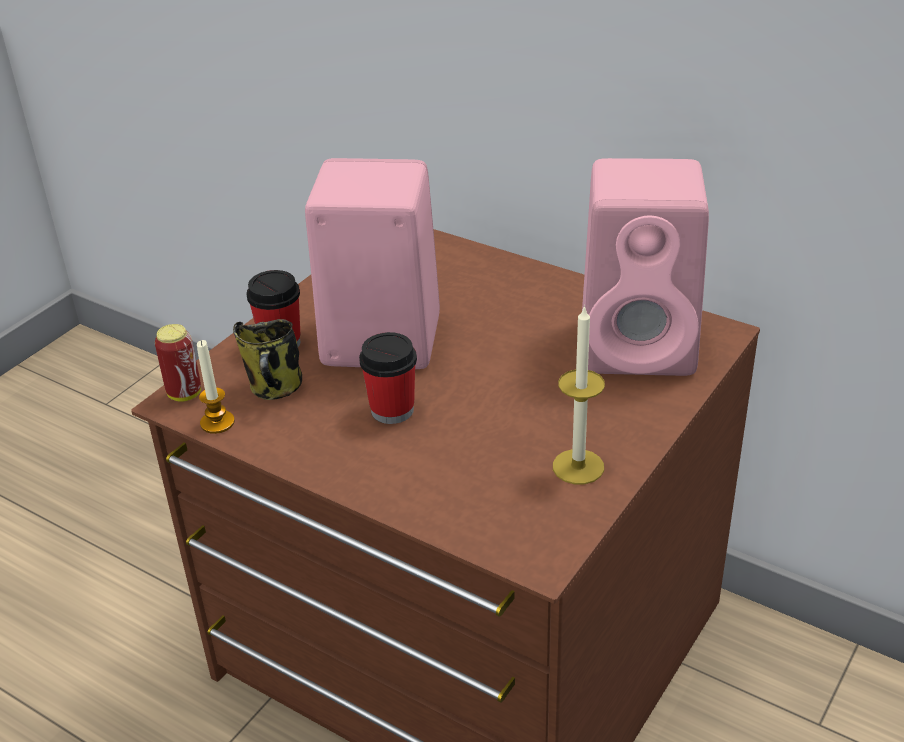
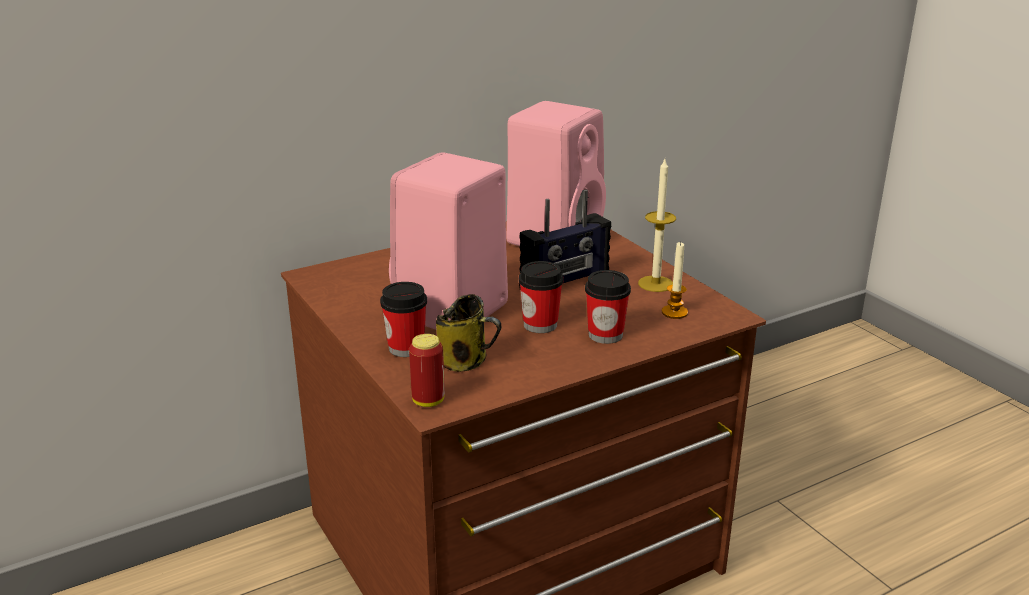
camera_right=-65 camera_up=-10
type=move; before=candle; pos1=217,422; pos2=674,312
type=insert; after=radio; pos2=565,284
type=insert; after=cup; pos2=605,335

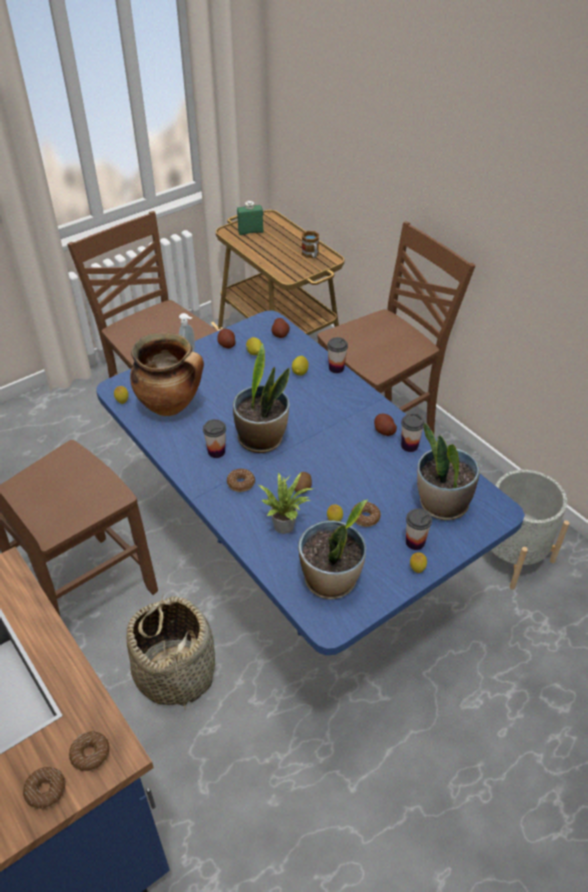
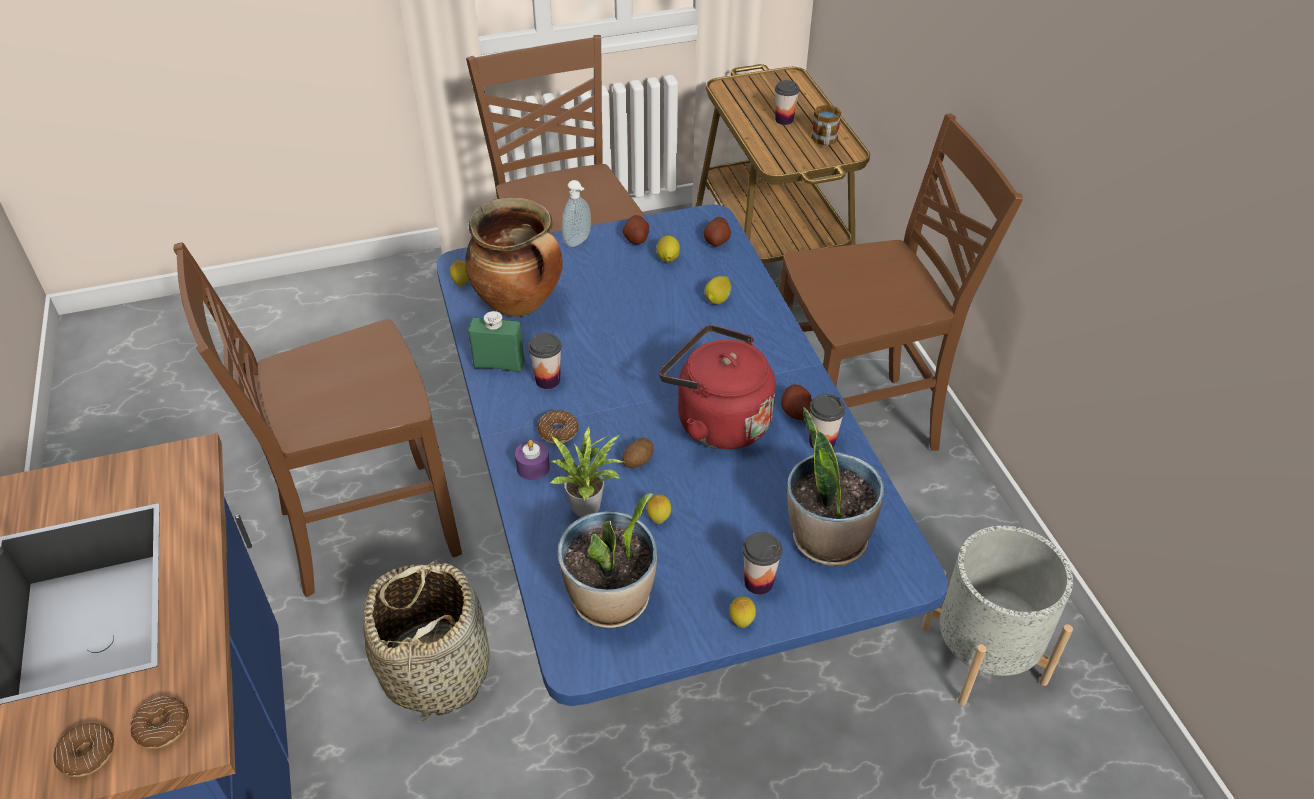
camera_right=20 camera_up=0
type=delete; before=potted plant; pos1=261,439
type=move; before=bottle/green; pos1=250,232; pos2=499,364
type=move; before=cup; pos1=336,368; pos2=784,120
type=delete; before=donut; pos1=365,517
type=insert; after=candle/purple; pos2=533,467
type=insert; after=kettle/red; pos2=717,421

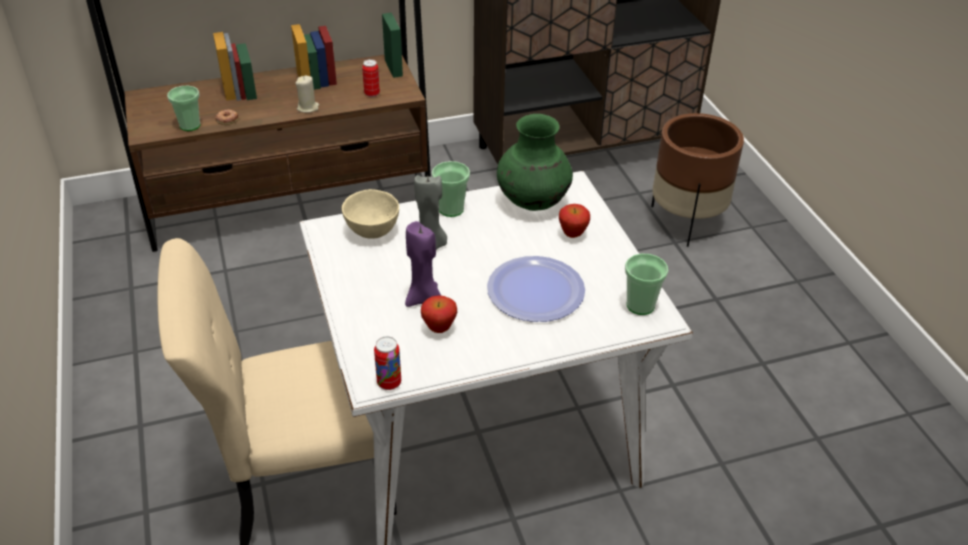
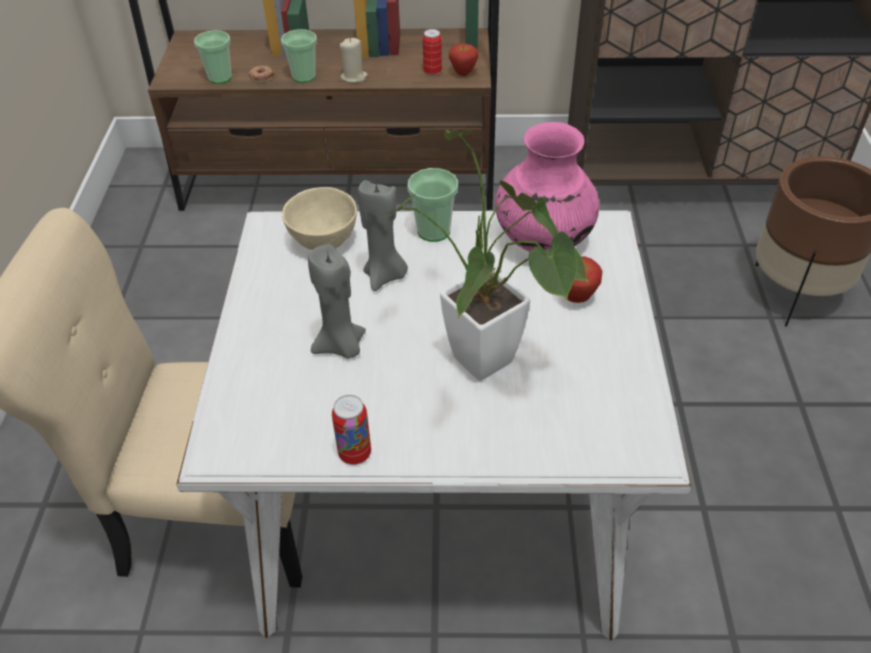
camera_right=20 camera_up=5
type=move; before=can; pos1=389,383; pos2=355,453
type=recolor; before=candle/purple; after=candle/grey; pos1=424,299; pos2=341,347
type=move; before=apple; pos1=439,329; pos2=463,73
type=replace; before=plate; after=potted plant; pos1=535,291; pos2=491,369
type=recolor; before=vase/green; after=vase/pink; pos1=532,202; pos2=542,241
type=move; before=cup; pos1=640,305; pos2=304,76

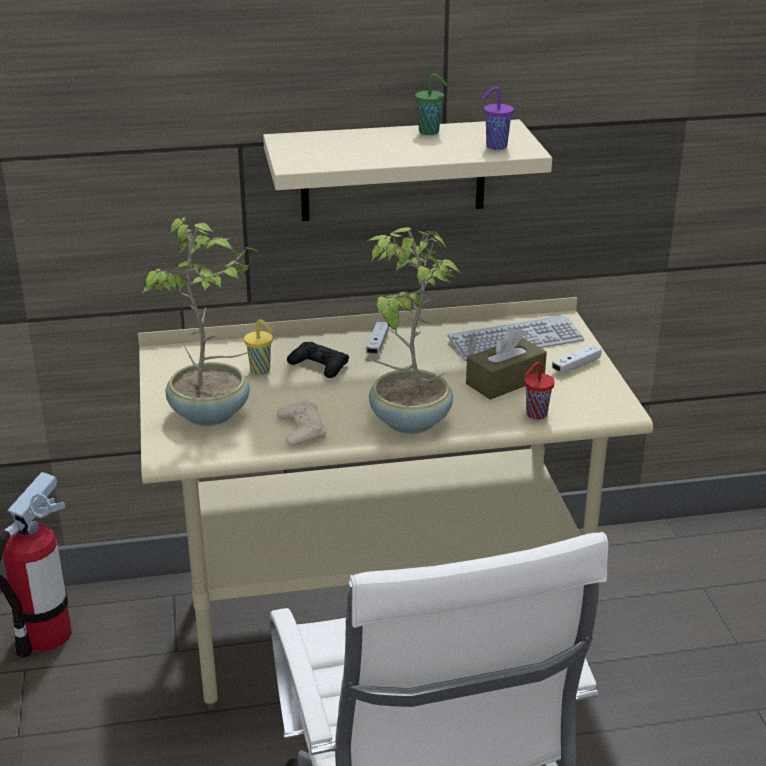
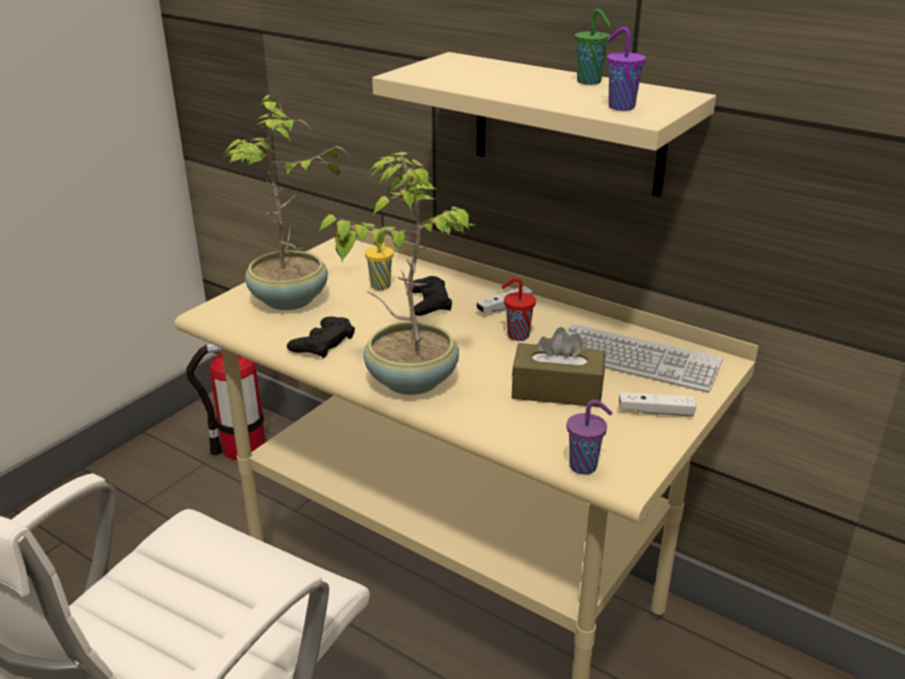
camera_right=45 camera_up=0
type=recolor; before=game controller/beige; after=game controller/black; pos1=301,429; pos2=322,343
type=move; before=cup/red; pos1=535,415; pos2=516,335
type=insert; after=cup/purple; pos2=585,466

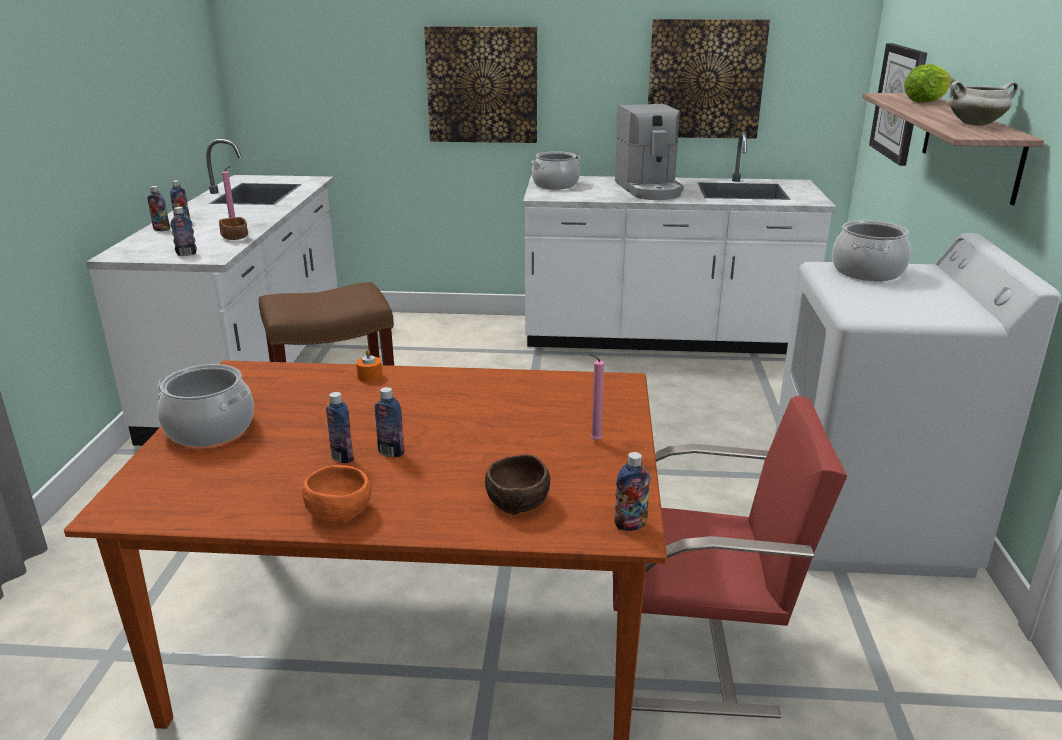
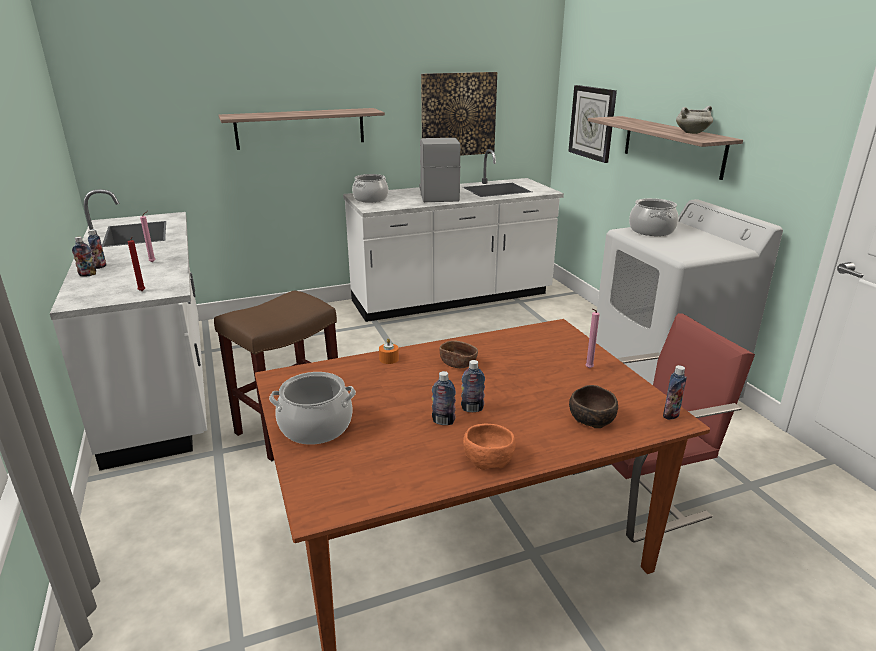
camera_right=-25 camera_up=0
type=replace; before=bottle; after=candle/red; pos1=186,254; pos2=142,291
type=move; before=bowl/brown; pos1=235,237; pos2=458,363
type=replace; before=picture; after=shelf; pos1=482,85; pos2=300,128
type=rotate; before=coffee machine; pos1=649,189; pos2=438,195; turn=-150
type=delete; before=lettuce; pos1=924,101

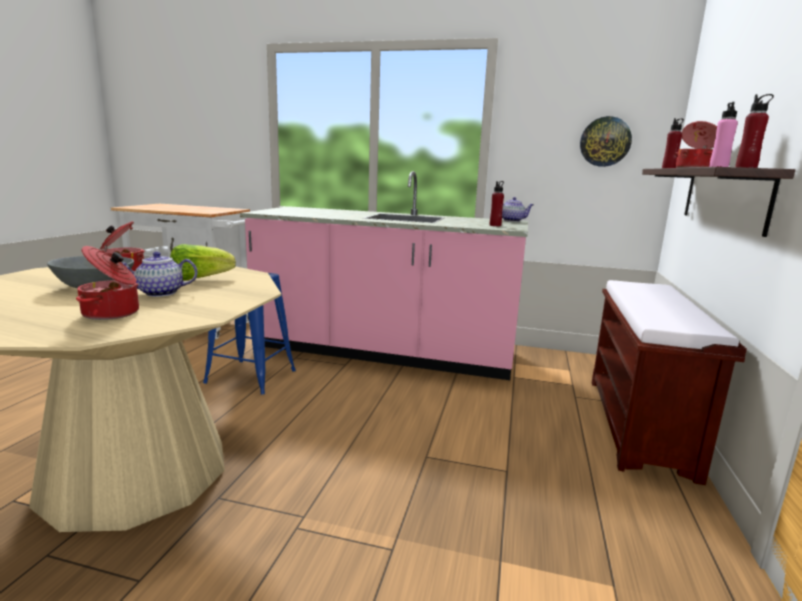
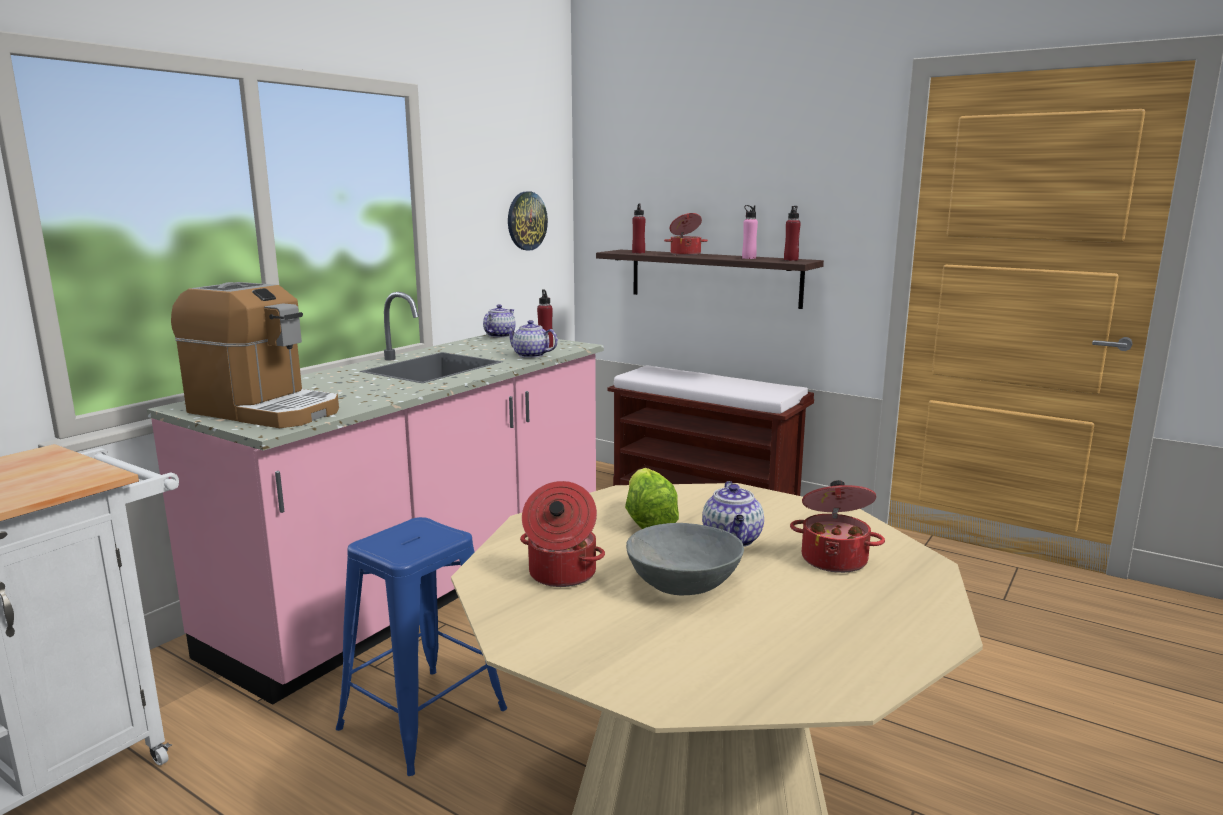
camera_right=-70 camera_up=0
type=insert; after=coffee machine; pos2=264,410
type=insert; after=teapot; pos2=531,355

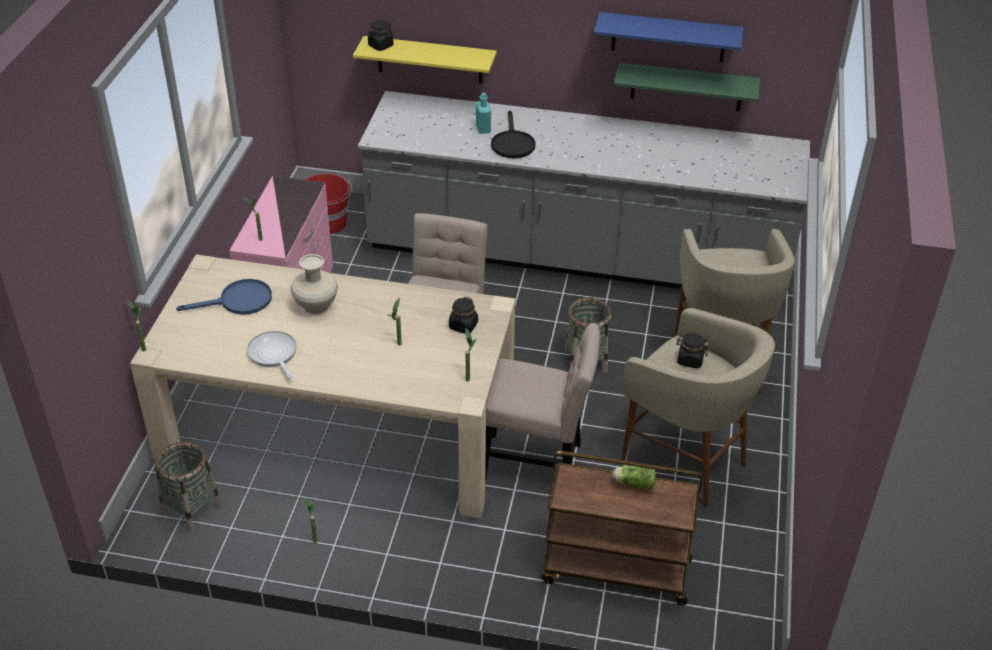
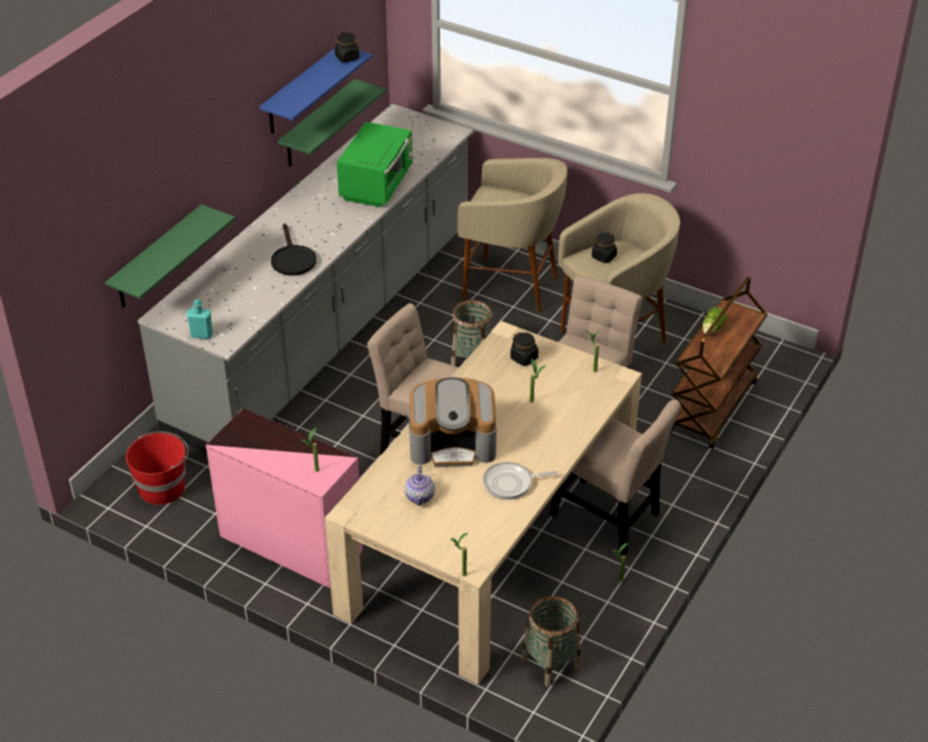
camera_right=-70 camera_up=0
type=replace; before=frying pan/blue; after=teapot; pos1=238,301; pos2=420,496
type=replace; before=vase/beige; after=coffee machine; pos1=316,306; pos2=453,443
type=recolor; before=shelf/yellow; after=shelf/green; pos1=430,60; pos2=157,258
type=move; before=jar/black; pos1=380,46; pos2=347,58
type=move; before=bottle/turquoise; pos1=483,129; pos2=202,335
type=rotate; before=frying pan/black; pos1=512,143; pos2=292,259; turn=60
type=insert; after=microwave/green; pos2=377,185
type=insert; after=chair/beige; pos2=609,518

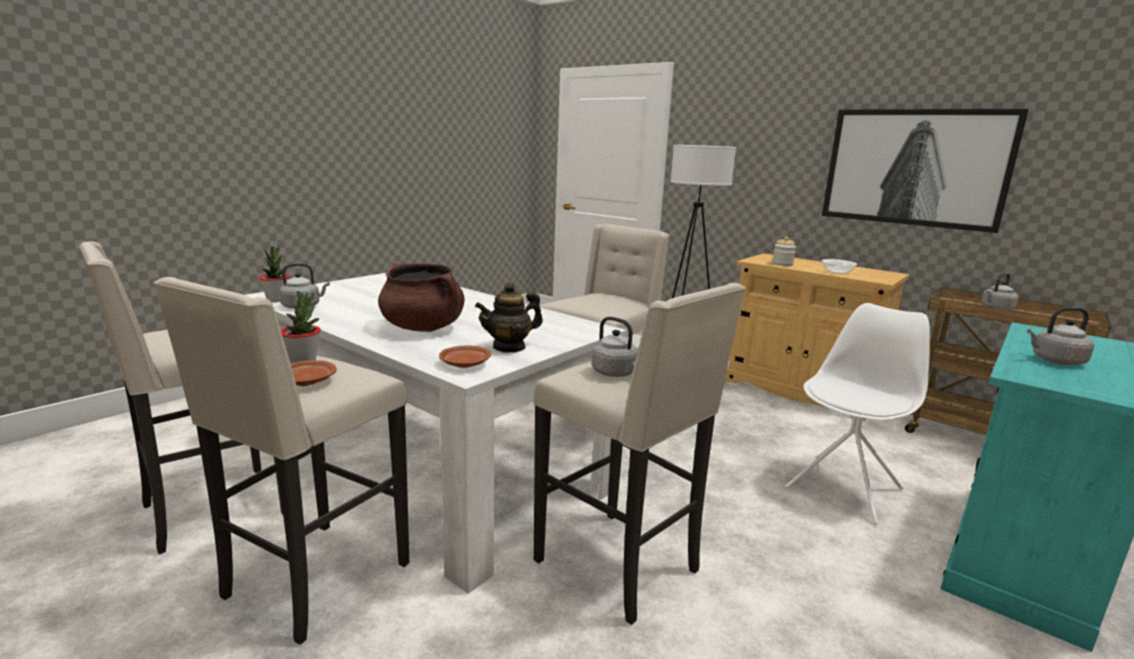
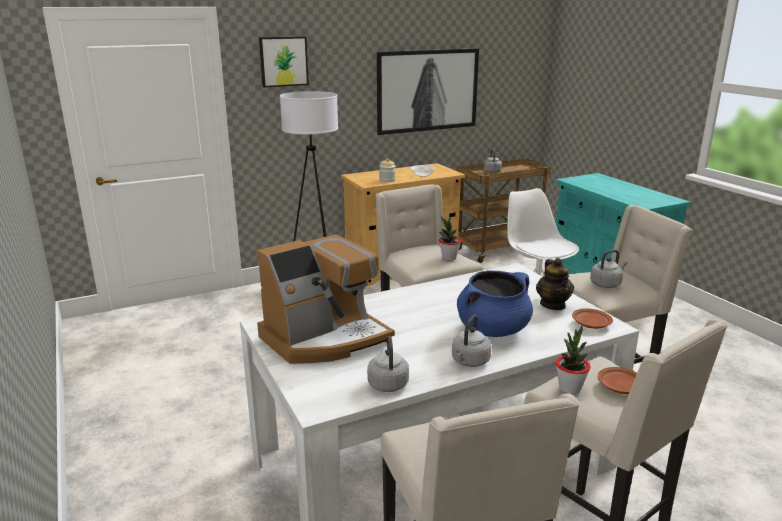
camera_right=-65 camera_up=5
type=move; before=potted plant; pos1=276,300; pos2=449,258
type=recolor; before=cooking pot/brown; after=cooking pot/blue; pos1=423,328; pos2=493,329
type=move; before=kettle/grey; pos1=1055,361; pos2=469,362
type=insert; after=coffee machine; pos2=325,338
type=insert; after=picture; pos2=283,61

